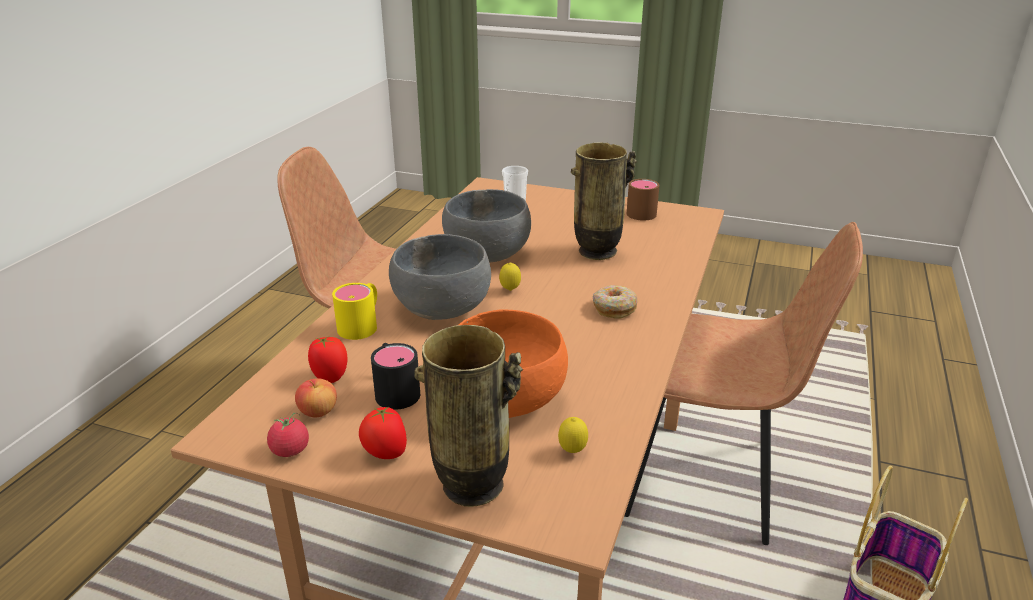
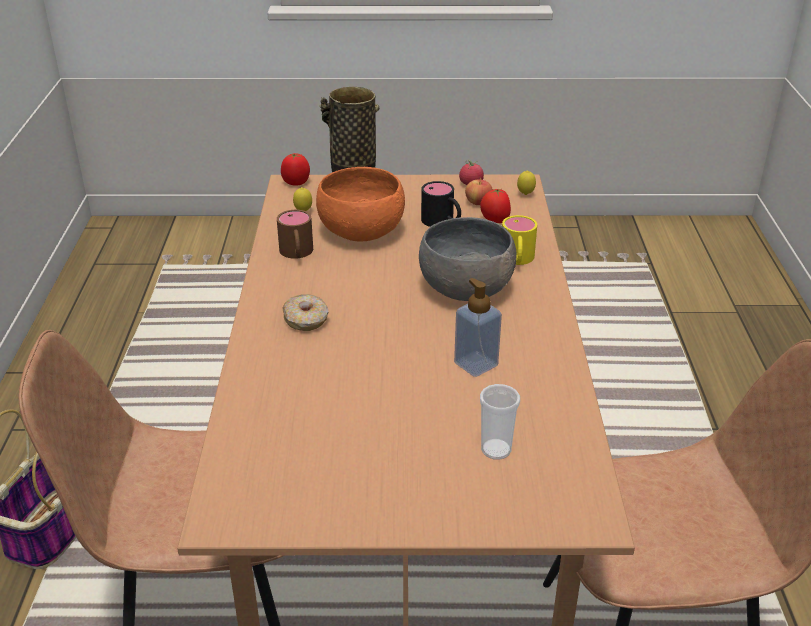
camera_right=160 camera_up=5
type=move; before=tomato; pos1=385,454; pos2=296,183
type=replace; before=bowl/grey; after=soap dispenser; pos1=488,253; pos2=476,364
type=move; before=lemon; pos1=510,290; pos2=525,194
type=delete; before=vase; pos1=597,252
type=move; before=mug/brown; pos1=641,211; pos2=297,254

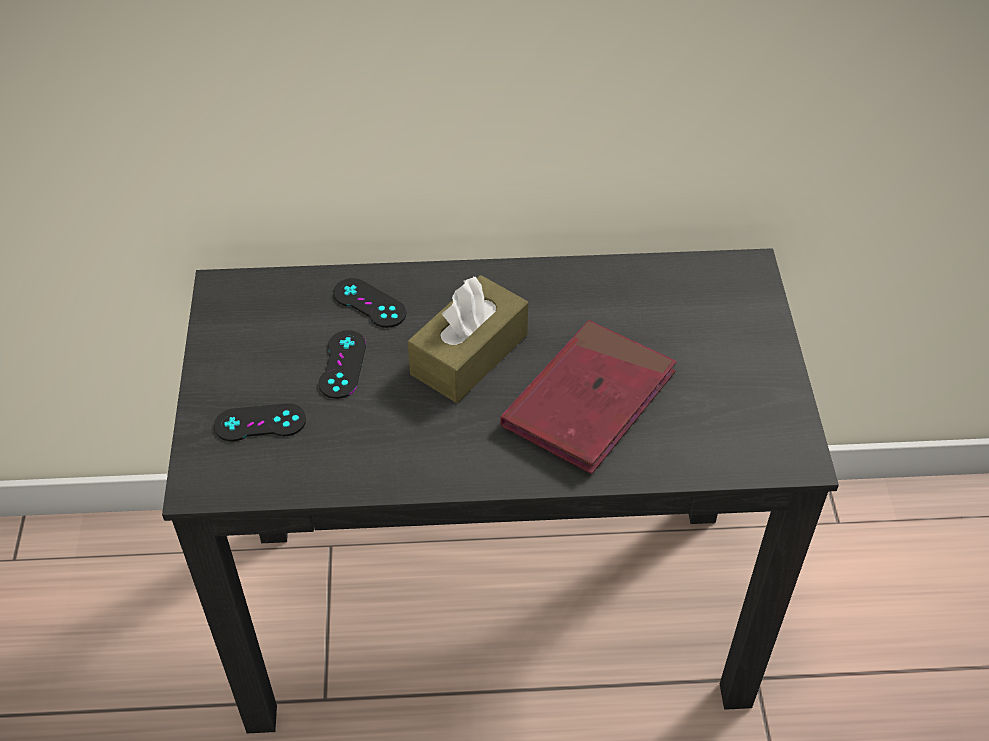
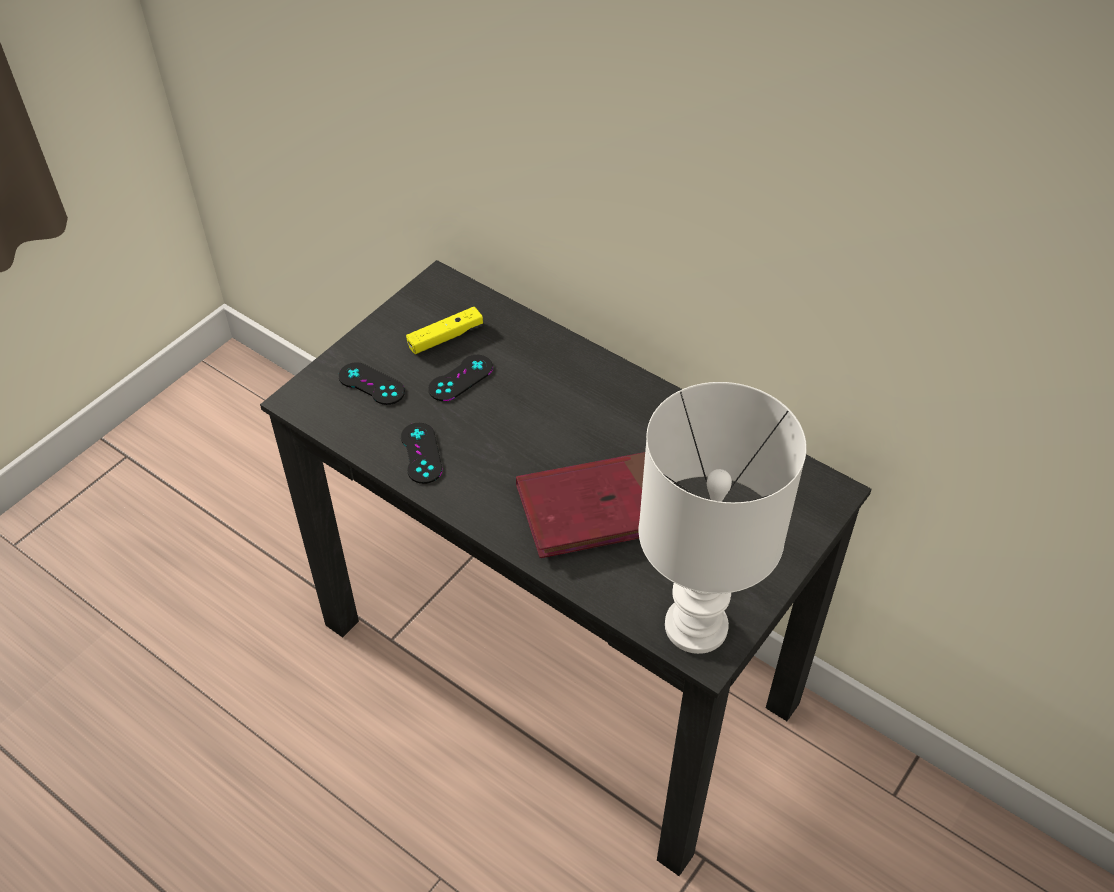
camera_right=40 camera_up=0
type=move; before=game controller/black; pos1=369,303; pos2=421,453
type=delete; before=tissue box/brown; pos1=469,354
type=insert; after=game controller/yellow; pos2=445,337
type=insert; after=table lamp/white; pos2=699,626

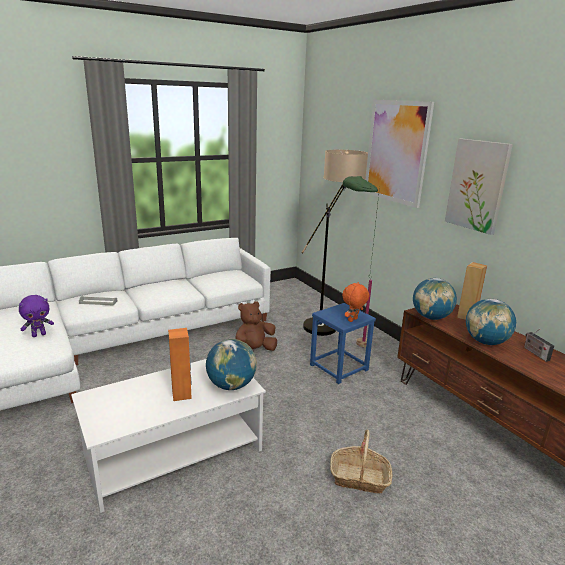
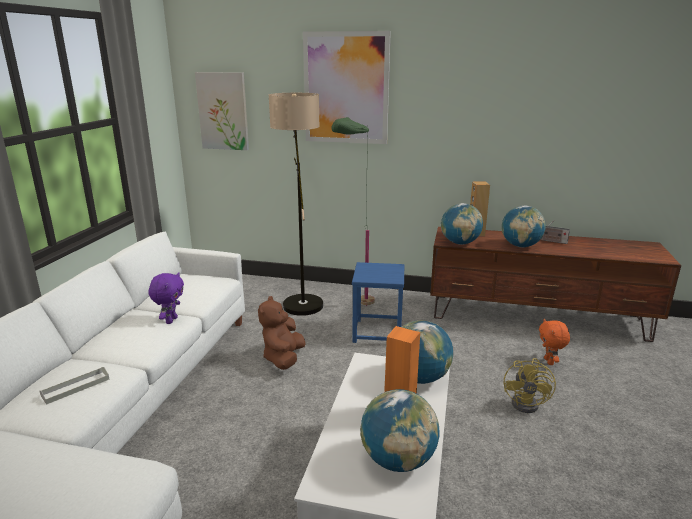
camera_right=-45 camera_up=0
type=move; before=plush toy/purple; pos1=39,335; pos2=171,320
type=replace; before=basket; after=fan/yellow; pos1=359,478; pos2=529,403
type=move; before=plush toy/orange; pos1=353,320; pos2=549,362
type=move; before=picture; pos1=477,185; pos2=223,111
type=insert; after=globe; pos2=398,460

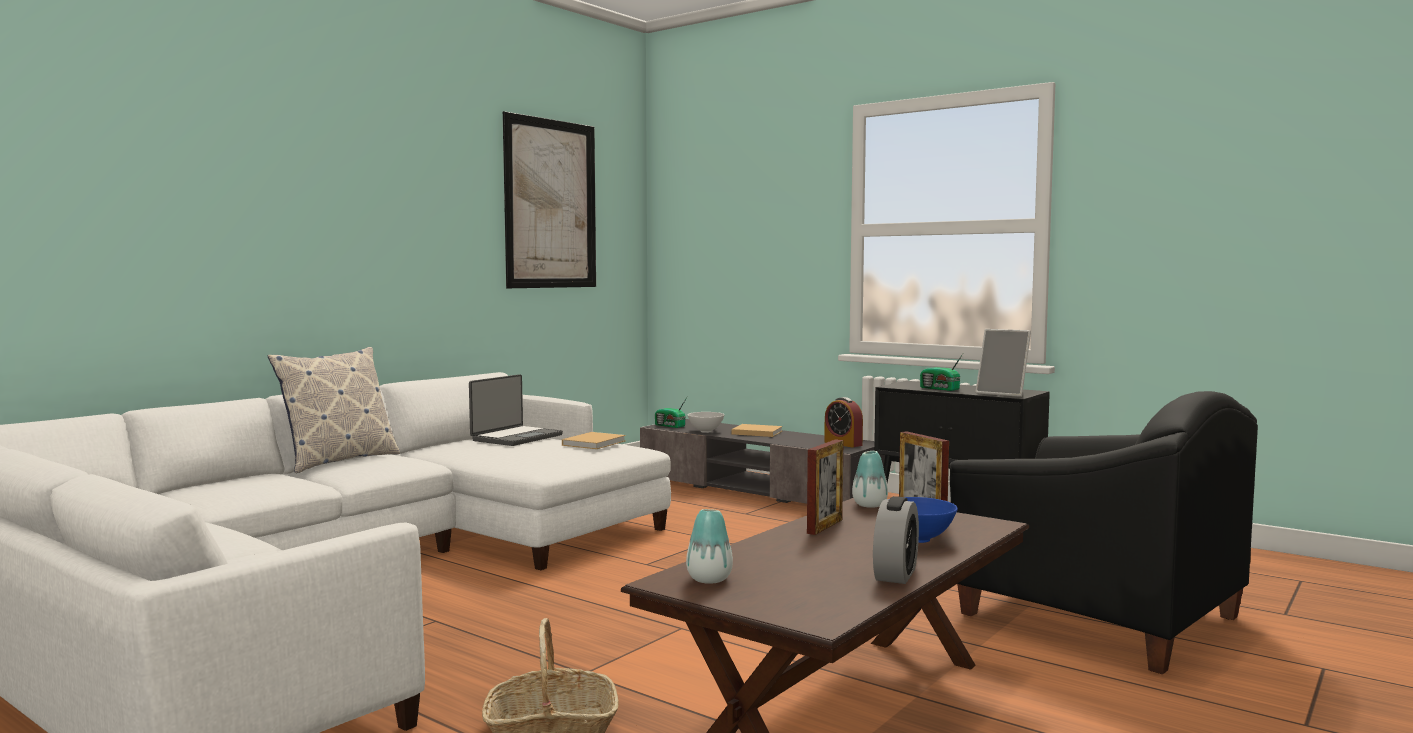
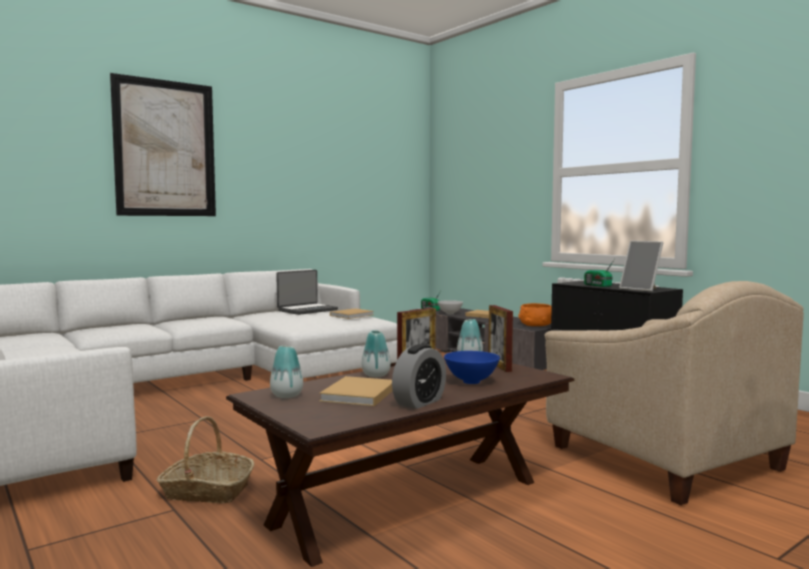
camera_right=15 camera_up=0
type=delete; before=pillow; pos1=338,461
type=move; before=picture; pos1=551,204; pos2=165,148
type=replace; before=alarm clock; after=bowl/orange; pos1=843,444; pos2=536,325
type=recolor; before=armchair/black; after=armchair/beige; pos1=1095,618; pos2=661,459
type=insert; after=book/beige; pos2=358,395
type=insert; after=vase; pos2=376,375

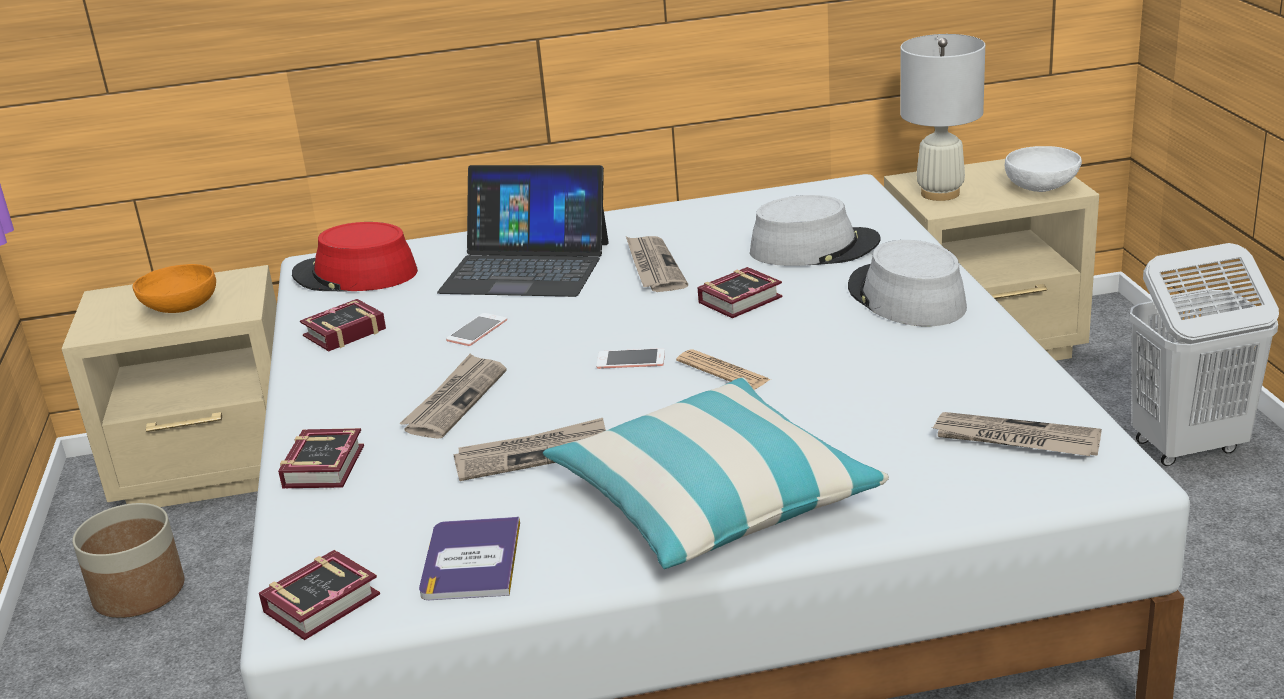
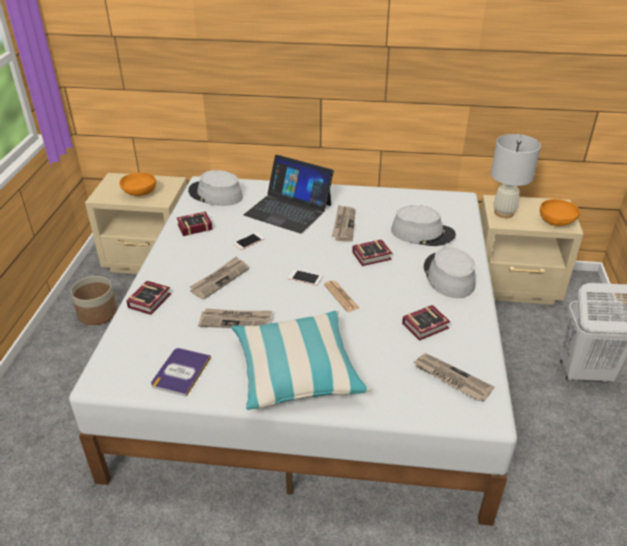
camera_right=15 camera_up=10
type=move; before=book; pos1=327,602; pos2=427,326
type=recolor; before=hat/red; after=hat/grey; pos1=355,275; pos2=215,194
type=recolor; before=bowl/white; after=bowl/orange; pos1=1042,187; pos2=557,222

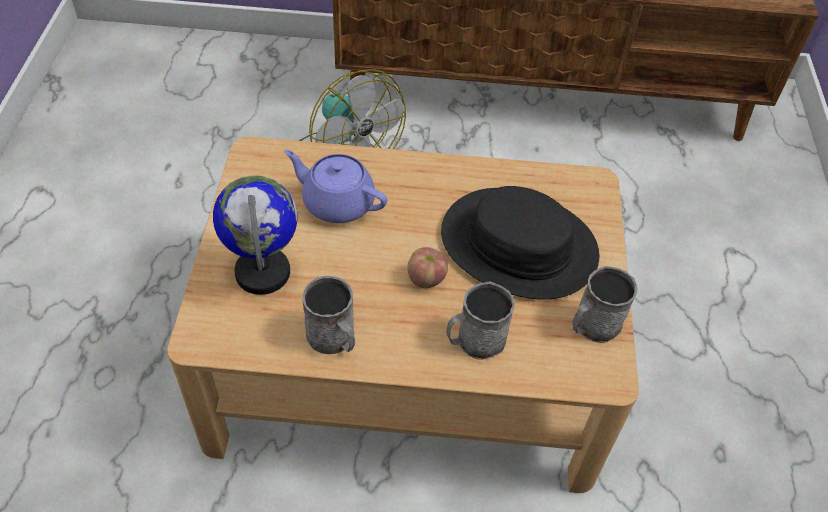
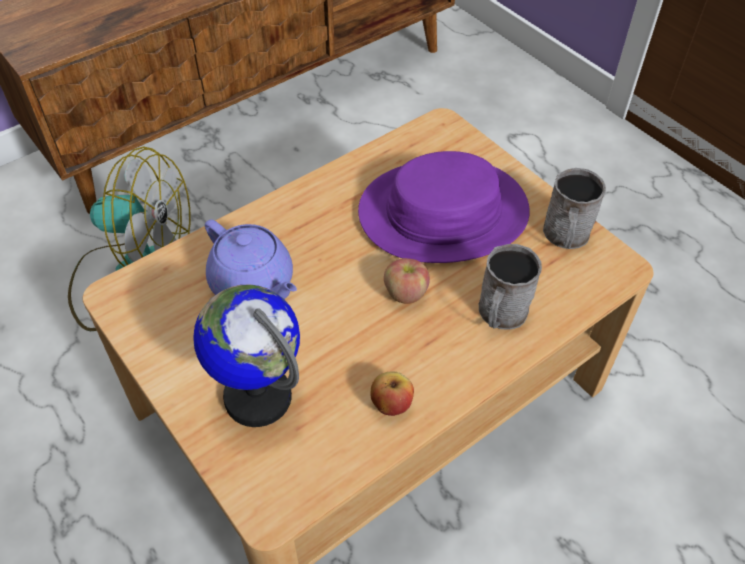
camera_right=-40 camera_up=0
type=rotate; before=teapot/purple; pos1=337,202; pos2=253,284; turn=-120
type=replace; before=mug/grey; after=apple; pos1=334,339; pos2=391,404
type=recolor; before=hat/black; after=hat/purple; pos1=518,245; pos2=443,213

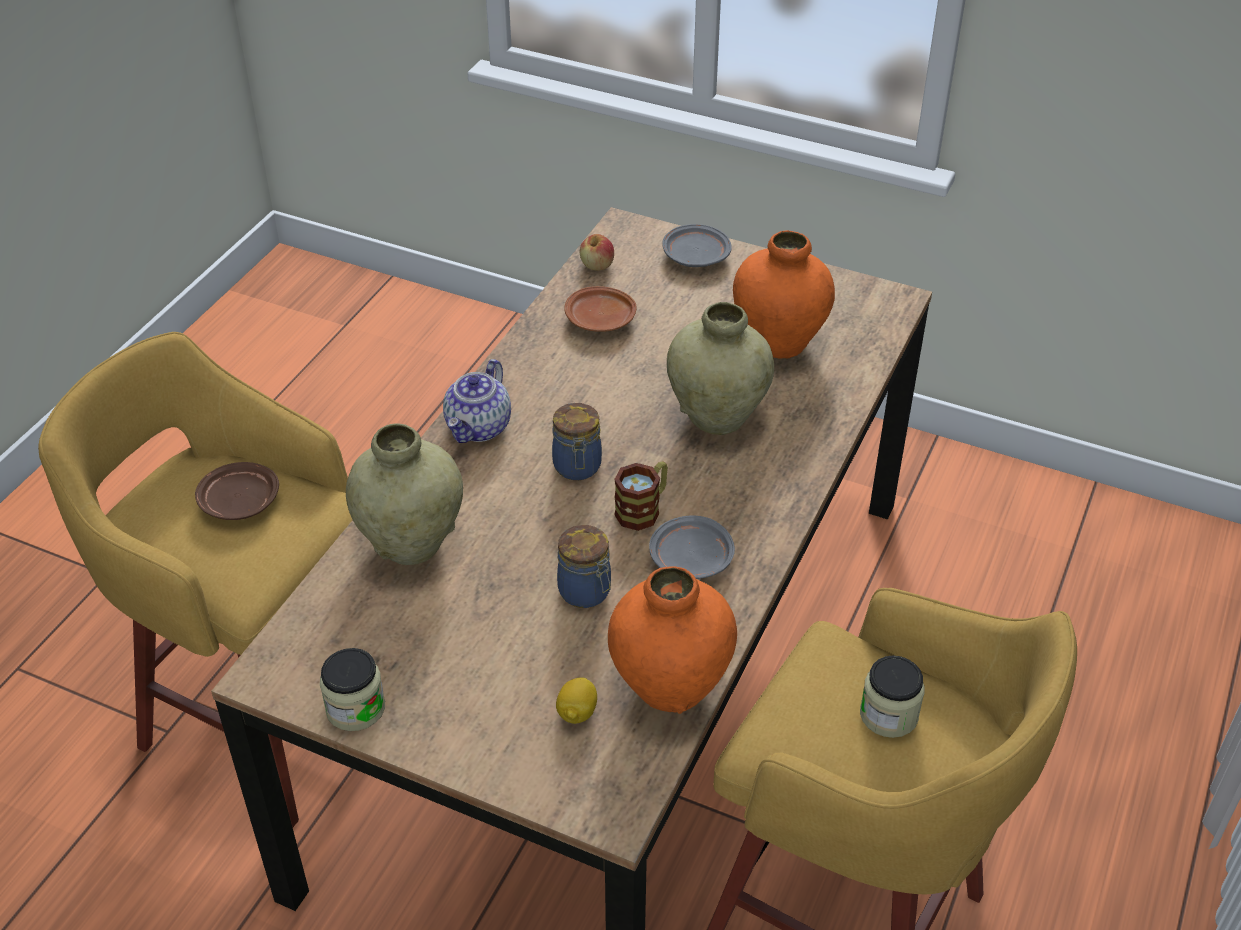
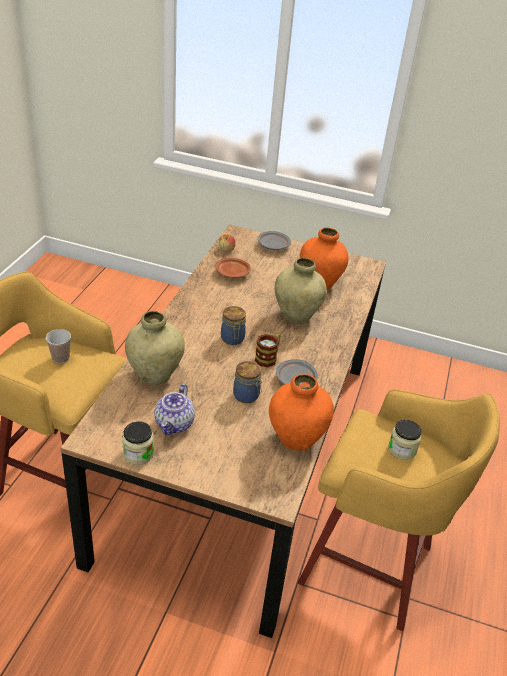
camera_right=-10 camera_up=-5
type=replace; before=plate/brown; after=cup; pos1=239,502; pos2=60,358
type=move; before=teapot; pos1=479,428; pos2=175,424
type=delete; before=lemon; pos1=577,712

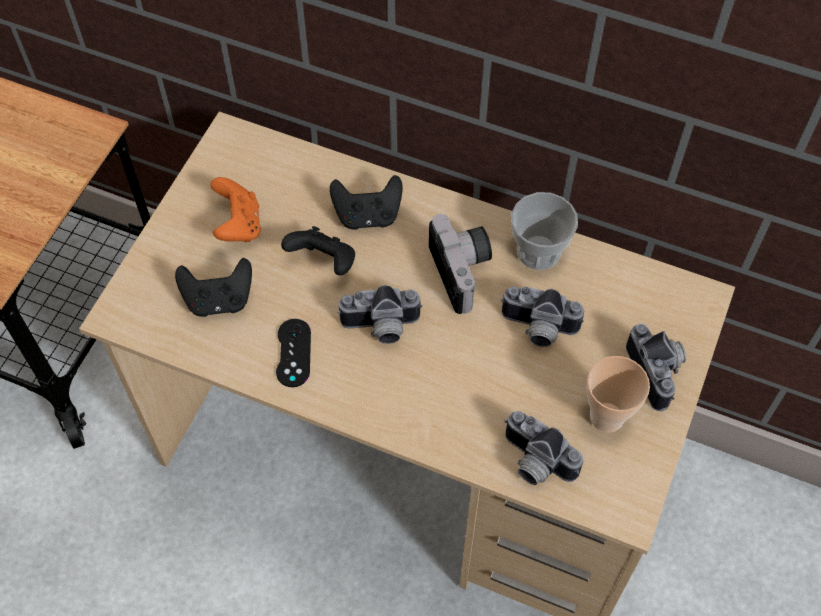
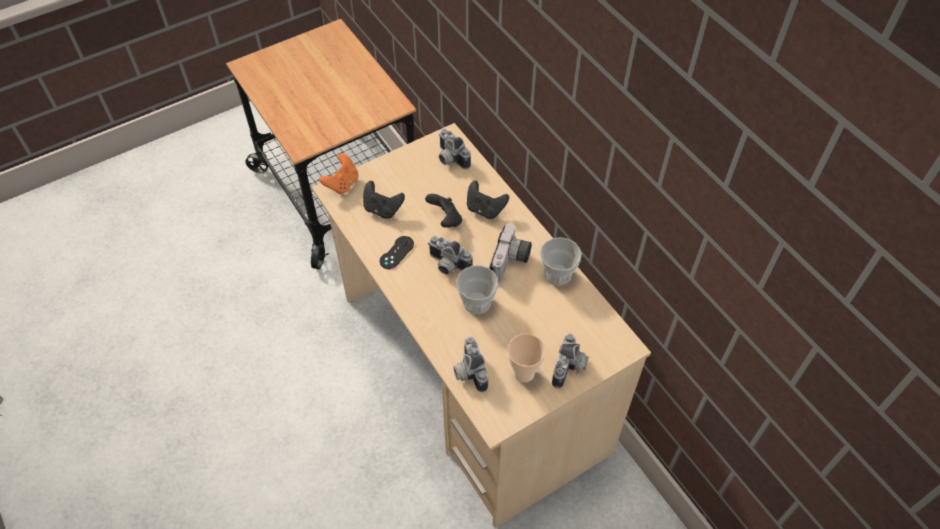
camera_right=35 camera_up=-5
type=move; before=game controller/orange; pos1=238,225; pos2=342,184
type=move; before=photo camera; pos1=537,329; pos2=450,159
type=insert; after=cup; pos2=477,302

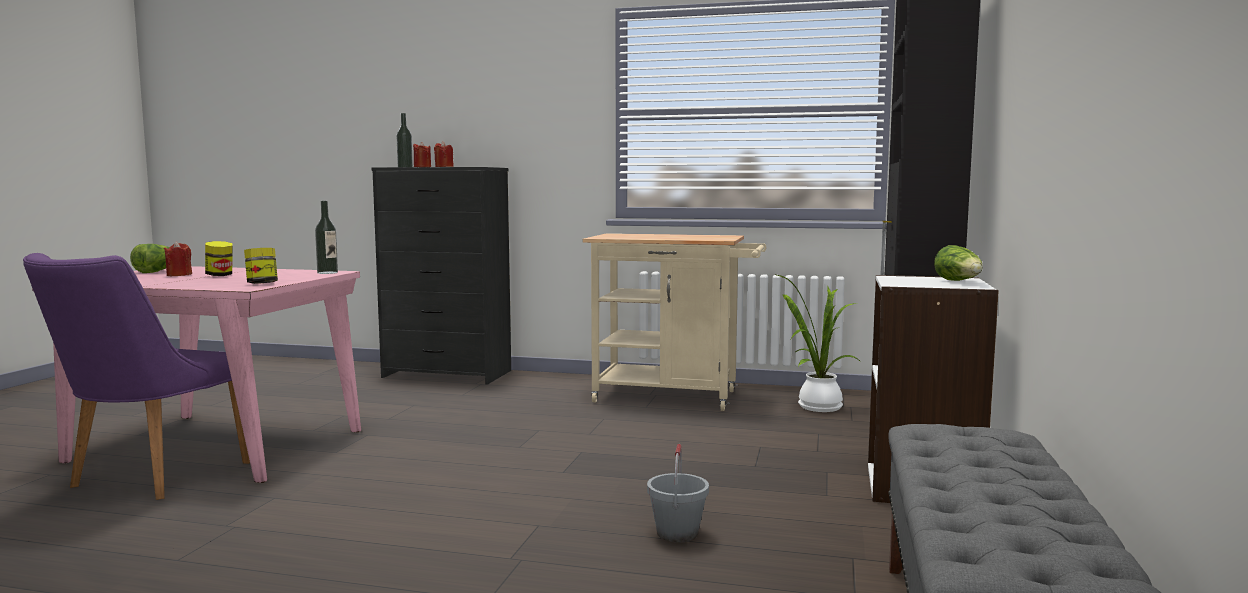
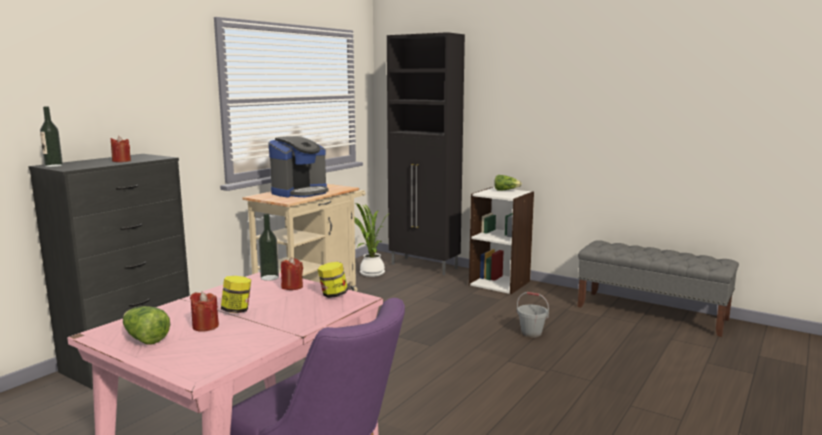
camera_right=-70 camera_up=5
type=move; before=candle/red; pos1=422,167; pos2=292,287
type=insert; after=coffee machine; pos2=300,192

